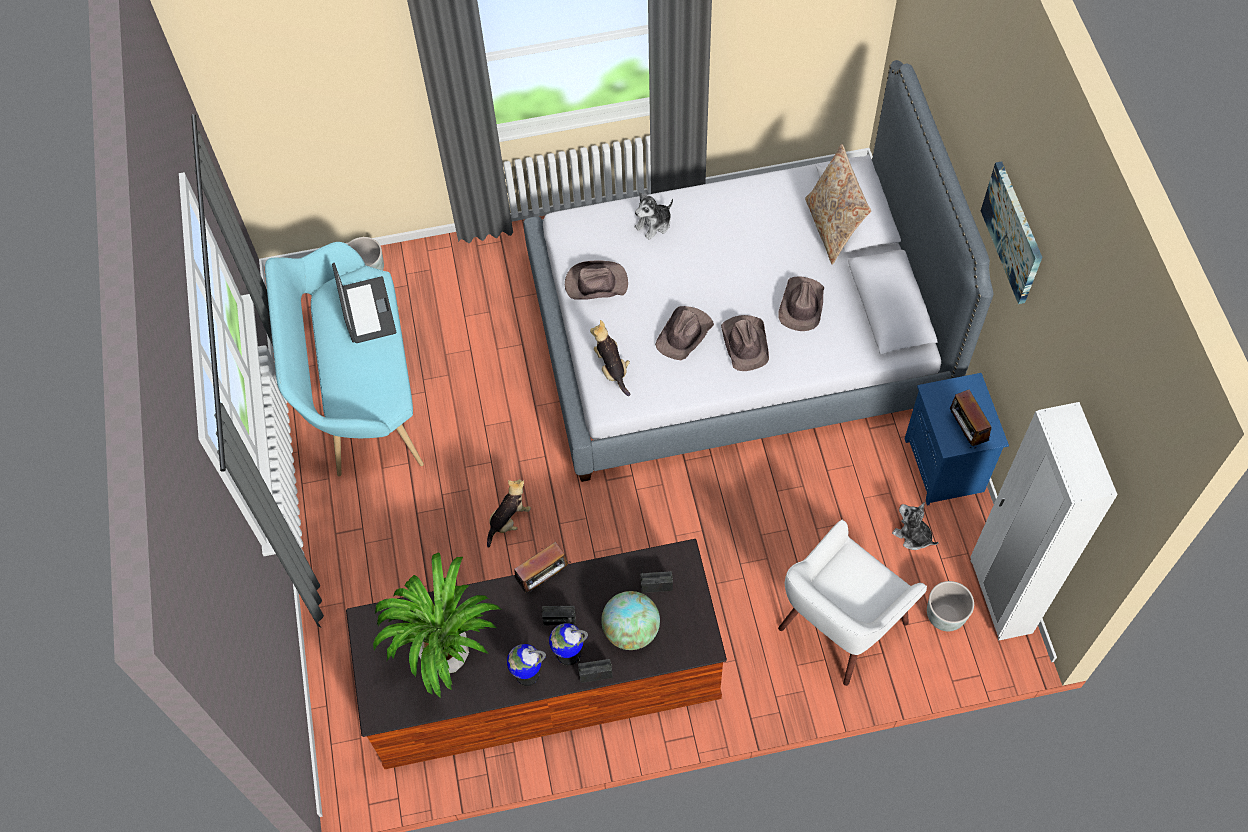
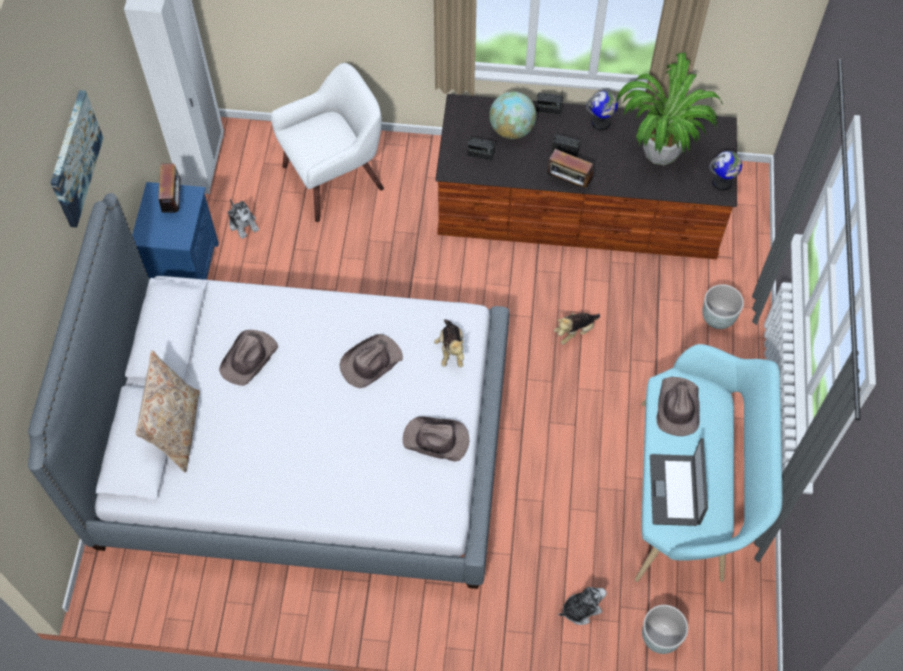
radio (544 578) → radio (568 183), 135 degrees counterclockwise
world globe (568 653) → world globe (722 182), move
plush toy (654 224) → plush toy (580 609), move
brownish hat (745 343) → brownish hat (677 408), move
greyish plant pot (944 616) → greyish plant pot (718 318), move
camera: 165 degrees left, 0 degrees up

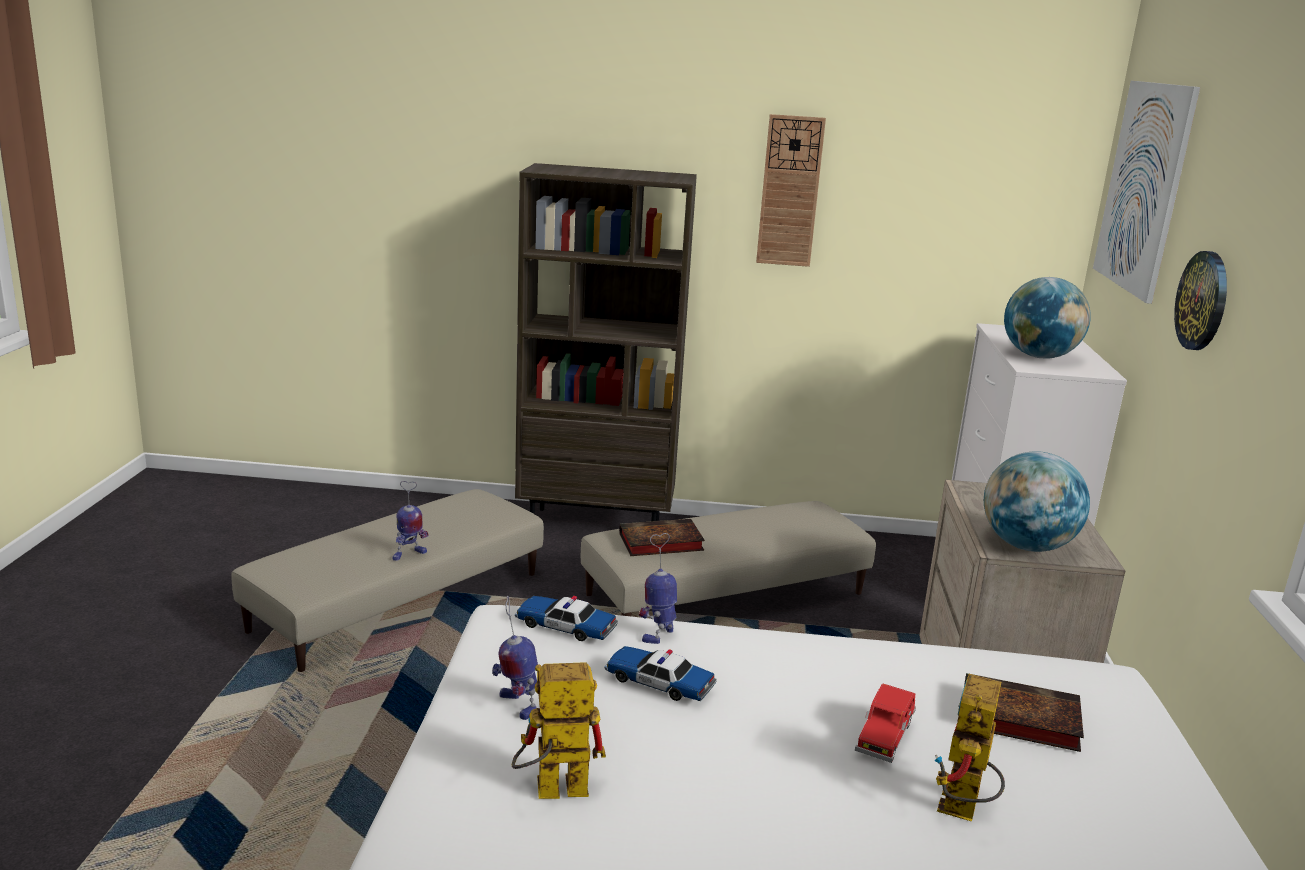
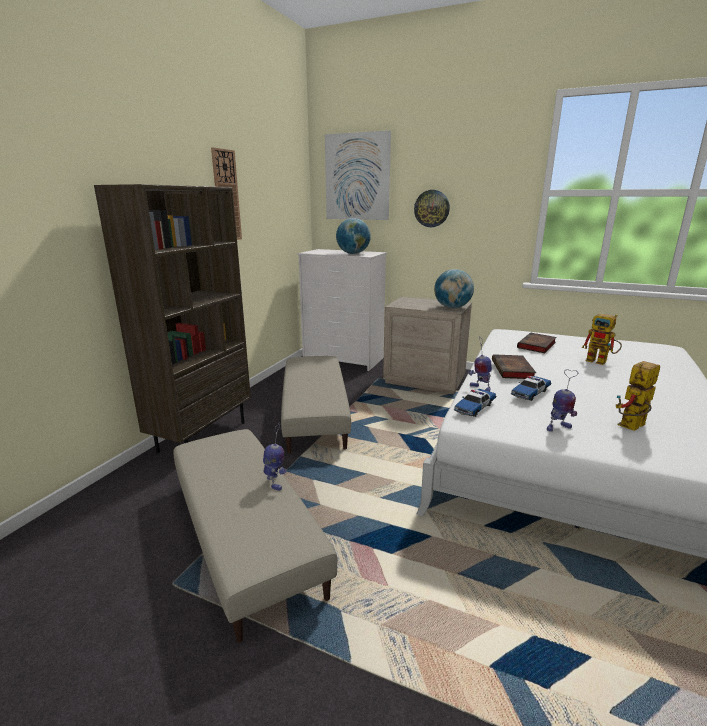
model robot (550 792) → model robot (631 427), 45 degrees clockwise
book (659 543) → book (513 370), move
reddish miniature car (885 737) → -
camera: 70 degrees left, 0 degrees up

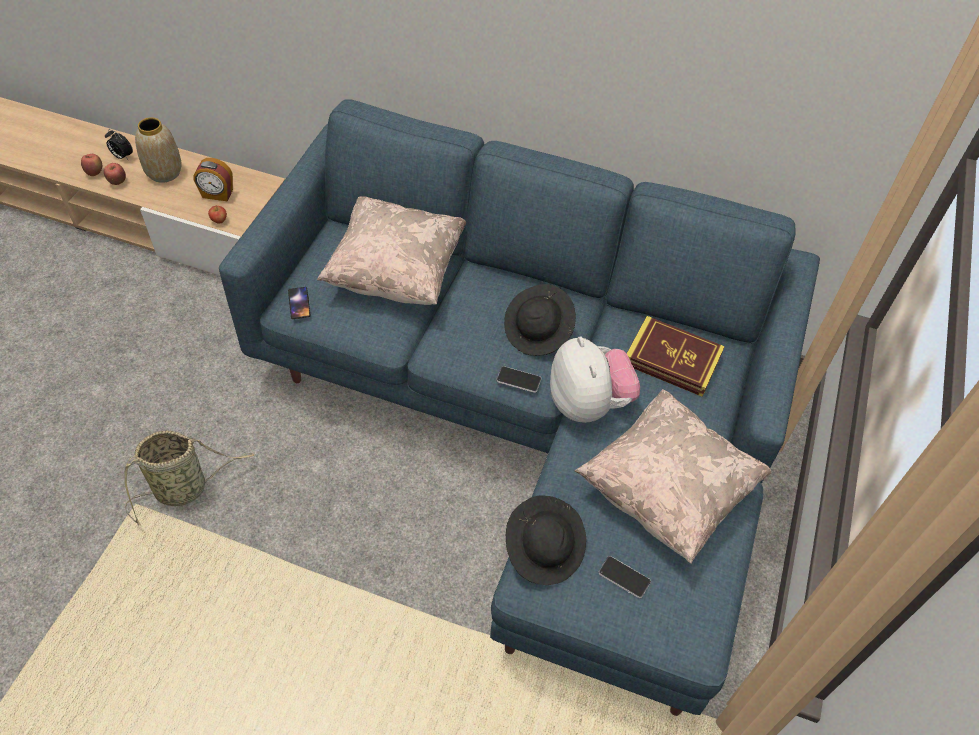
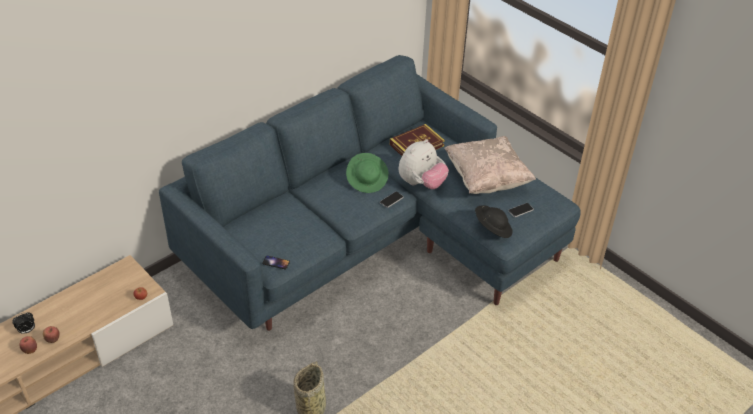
decorative vase (165 172) → -
table clock (217 194) → -
beige throw pillow (396 273) → -
black hat (538 332) → green-coloured hat (367 180)
plush toy (588 404) → plush toy (421 183), 120 degrees clockwise
camera: 60 degrees left, 10 degrees down

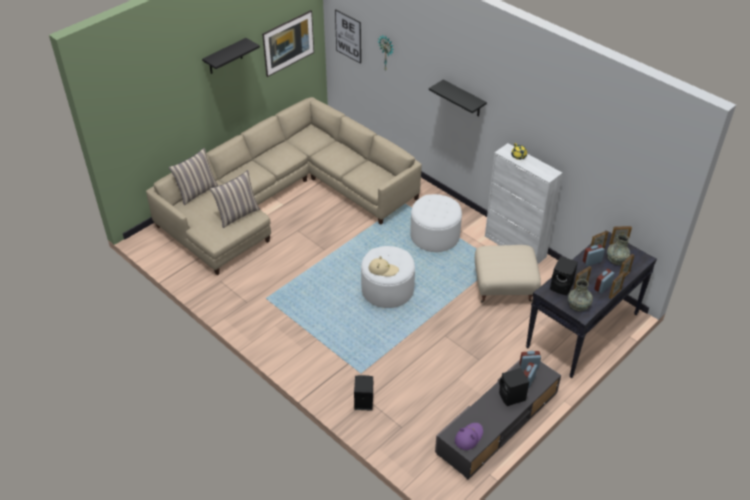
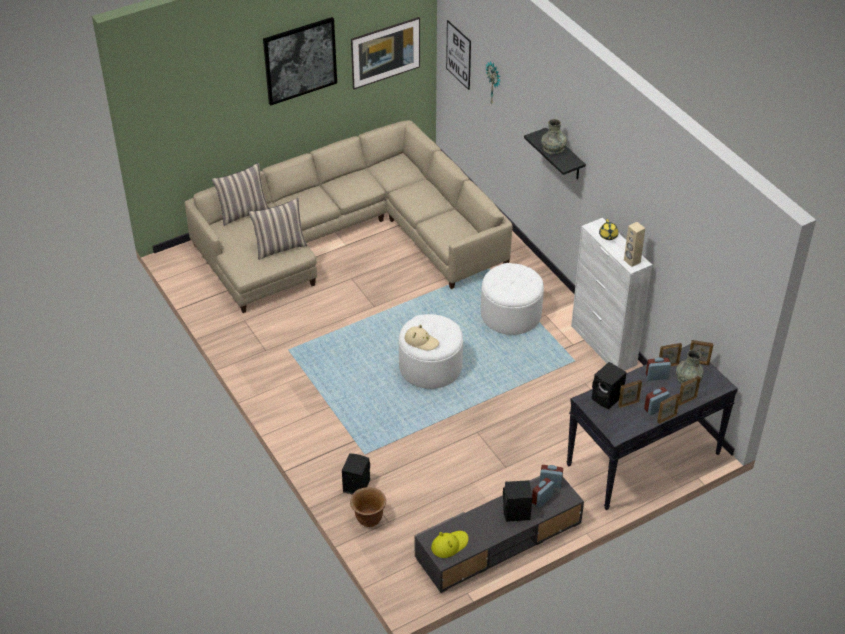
black shelf (225 56) → picture (300 60)
purple-coloured hat (468 437) → yellowish hat (449 545)
beige footrest (503 287) → -
greyish decorative vase (579 304) → greyish decorative vase (553 149), move
- → brownish plant pot (368 519)
- → beige loudspeaker (632 261)
camera: 15 degrees right, 0 degrees up

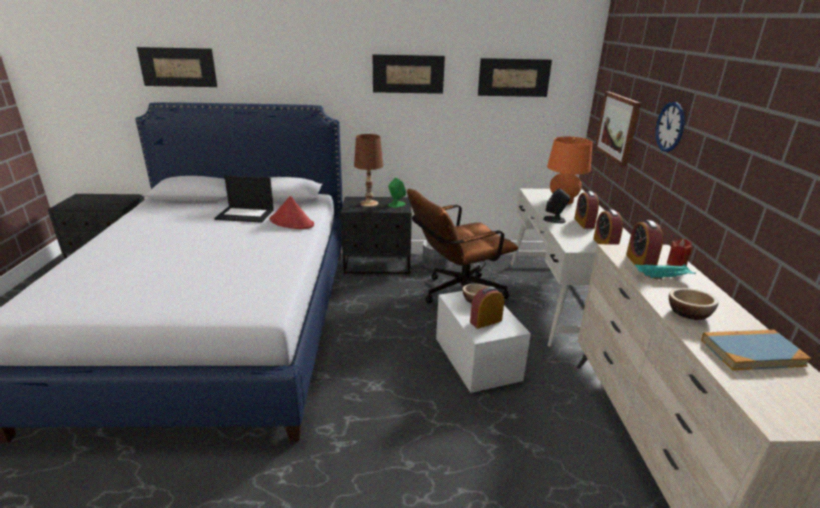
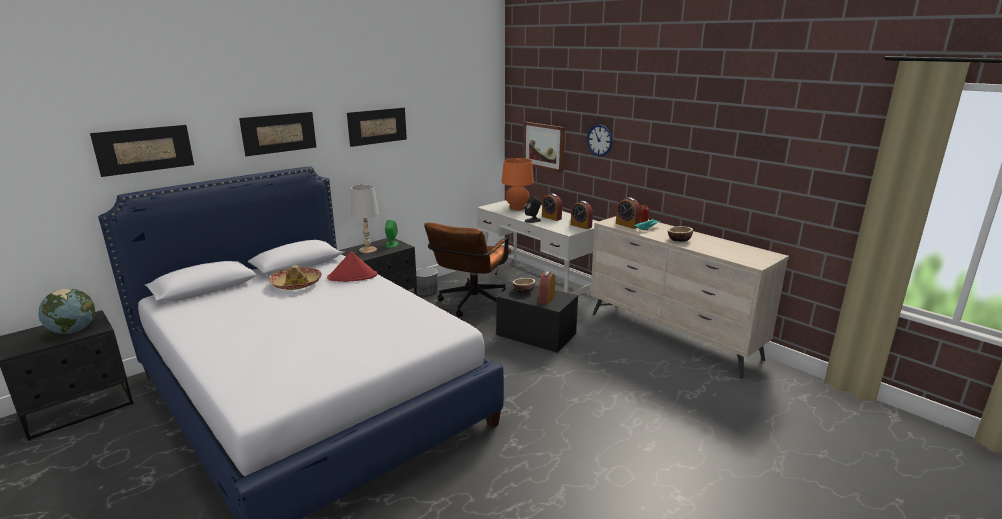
portable computer (246 214) → hat (296 284)
brownish lamp for a table (369 203) → whitish lamp for a table (367 250)
whitish storage box (477 358) → black storage box (536 334)
picture (514 77) → picture (279 133), move
book (751 352) → -
- → world globe (73 331)
camera: 40 degrees left, 5 degrees down

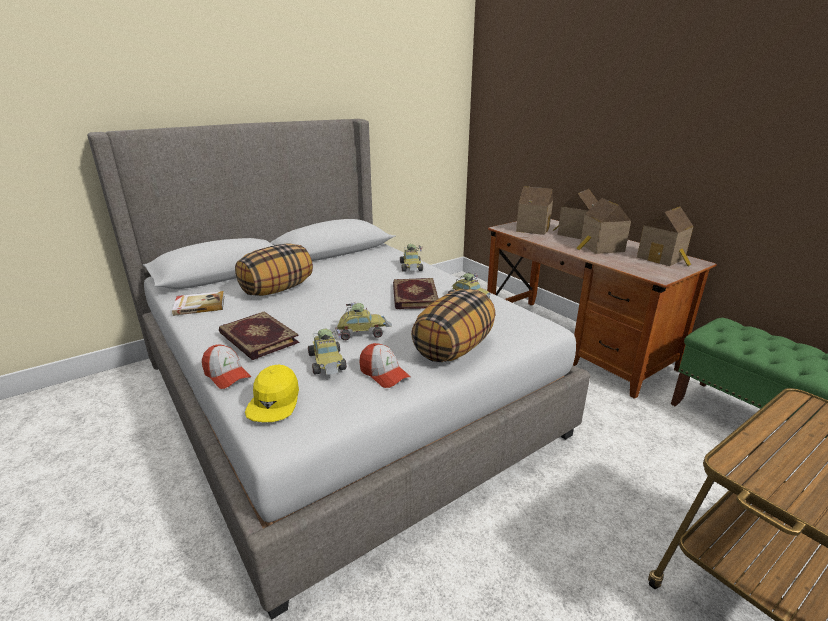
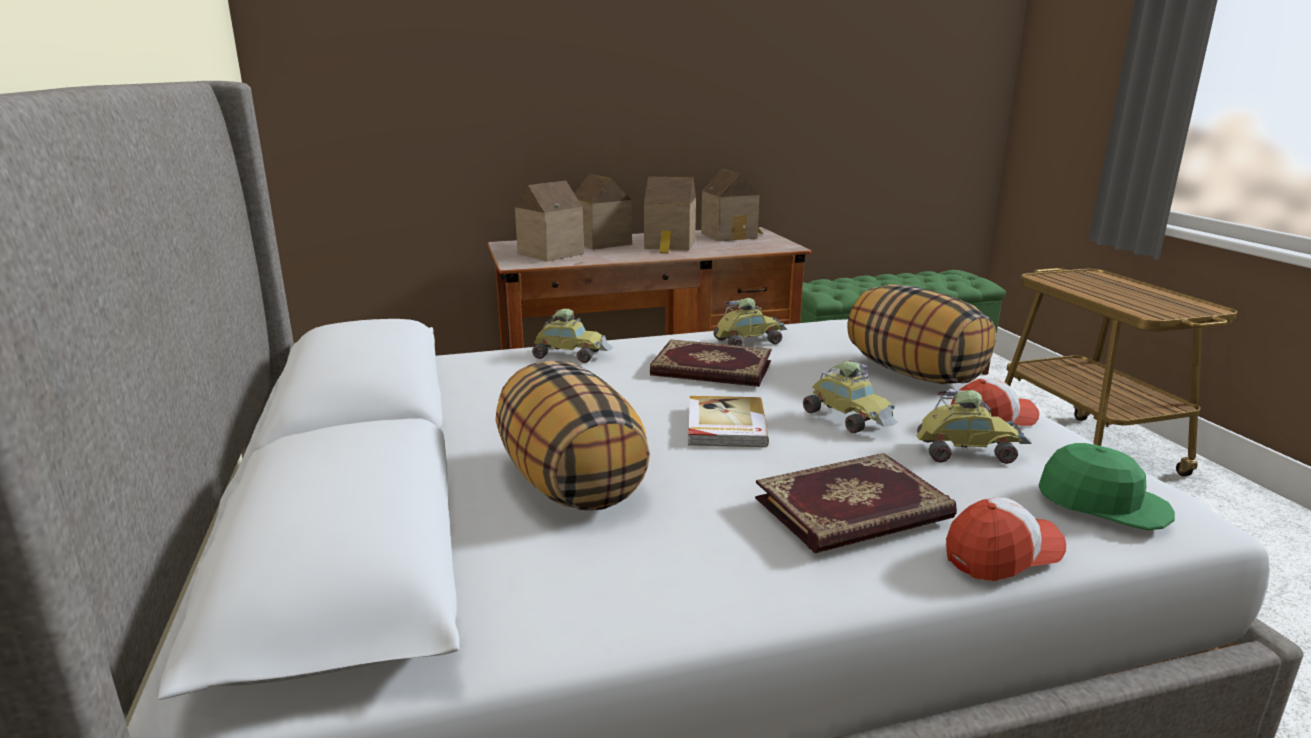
book (199 305) → book (725 425), move
yellowish baseball cap (274 401) → green-coloured baseball cap (1102 502)
miniature car (362 332) → miniature car (849 417), 135 degrees clockwise
camera: 70 degrees left, 5 degrees down

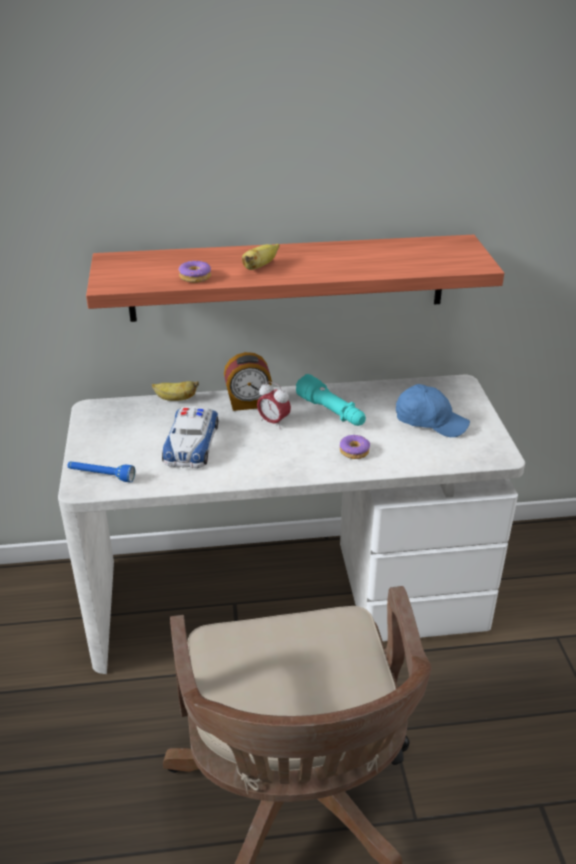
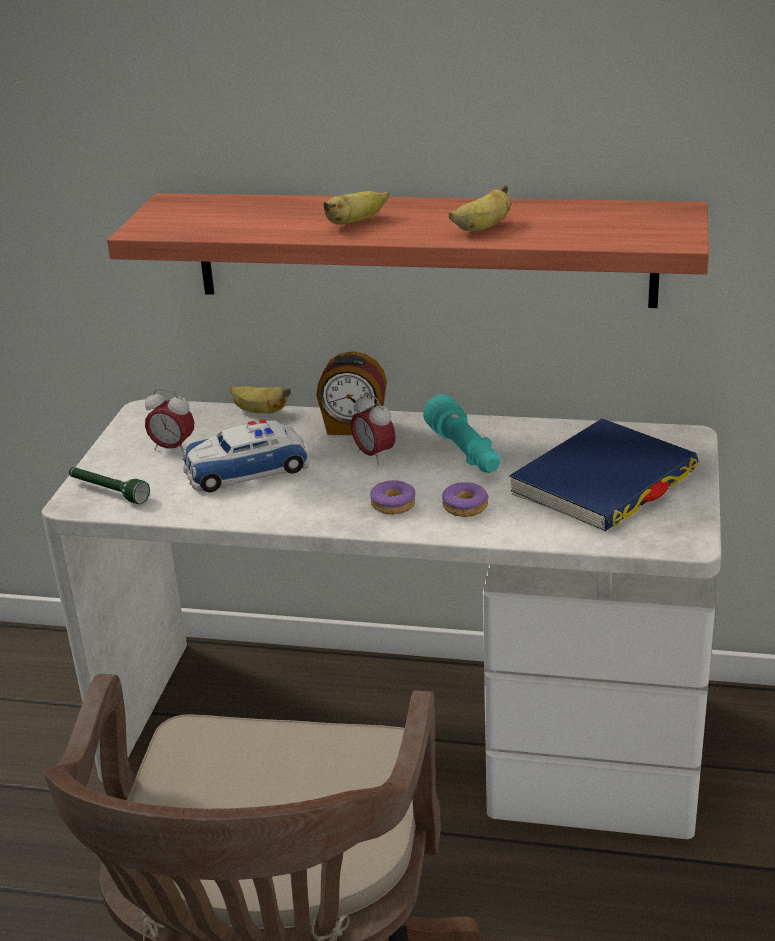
blue torch (101 476) → green-coloured torch (108 492)
miniature car (191 444) → miniature car (246 468), 45 degrees clockwise
ring doughnut (195 277) → ring doughnut (394 505), move
blue baseball cap (430 421) → blue book (604 482)
- → table clock (173 448)
- → banana fruit (482 228)
camera: 20 degrees right, 5 degrees down

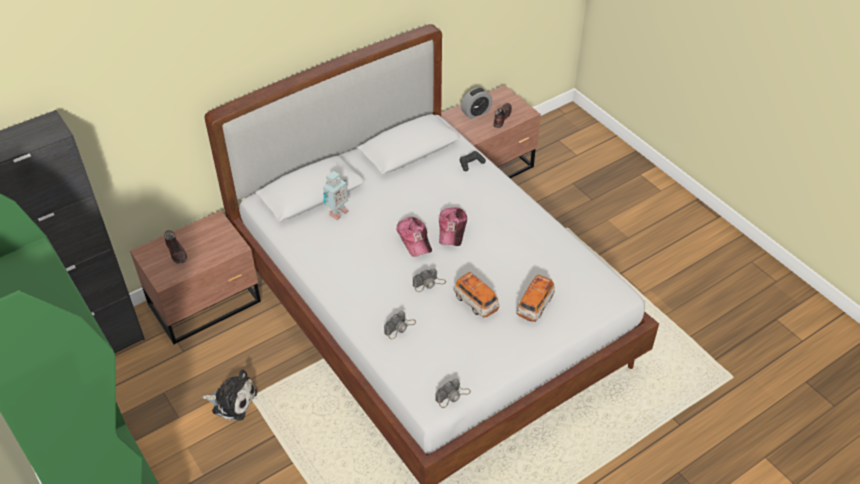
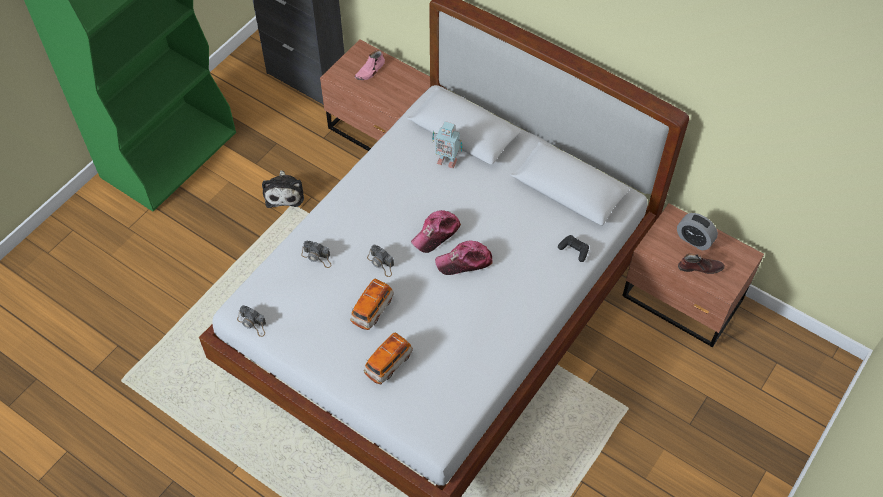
brownish shoe (177 252) → pink-coloured shoe (370 71)
miniature car (535 306) → miniature car (388 363), 60 degrees counterclockwise
camera: 70 degrees right, 10 degrees up

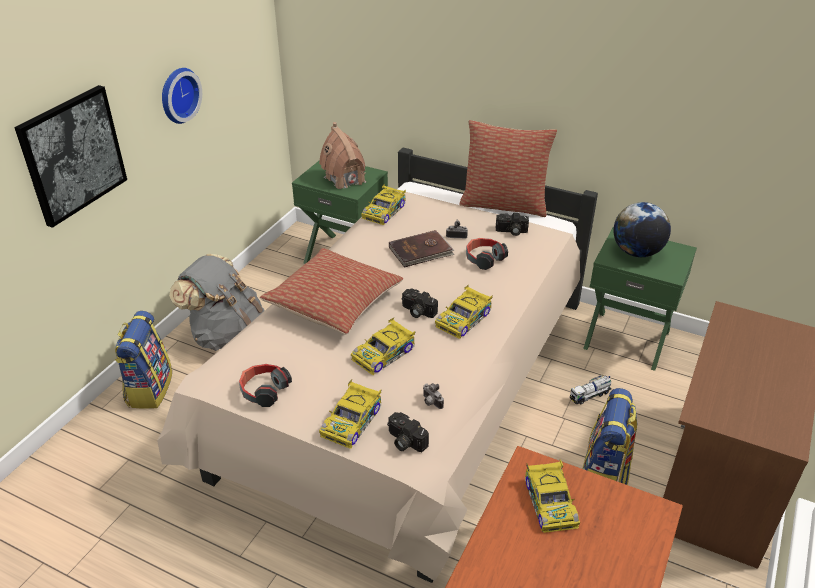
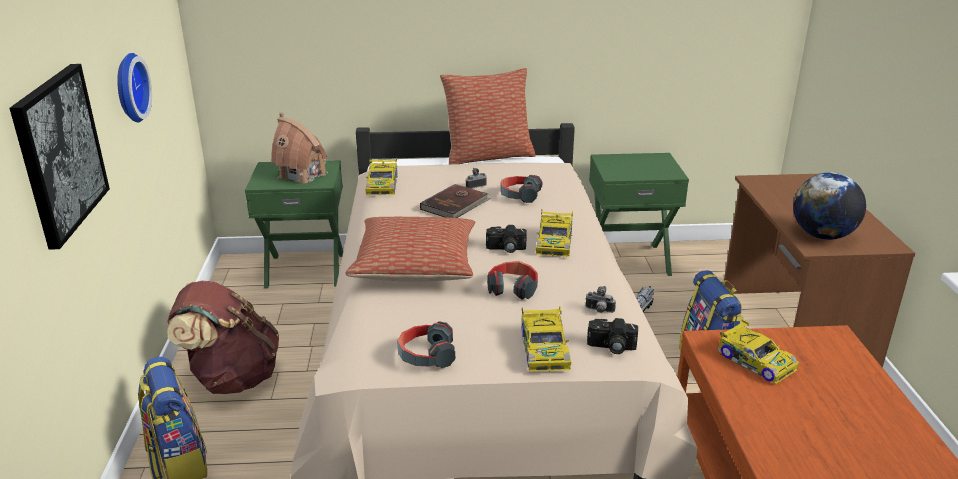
greyish backpack (227 335) → brownish backpack (232 378)
miniature car (384 353) → pair of headphones (513 288)
photo camera (511 231) → -
world globe (636 252) → world globe (822 236), move
camera: 30 degrees left, 10 degrees down

